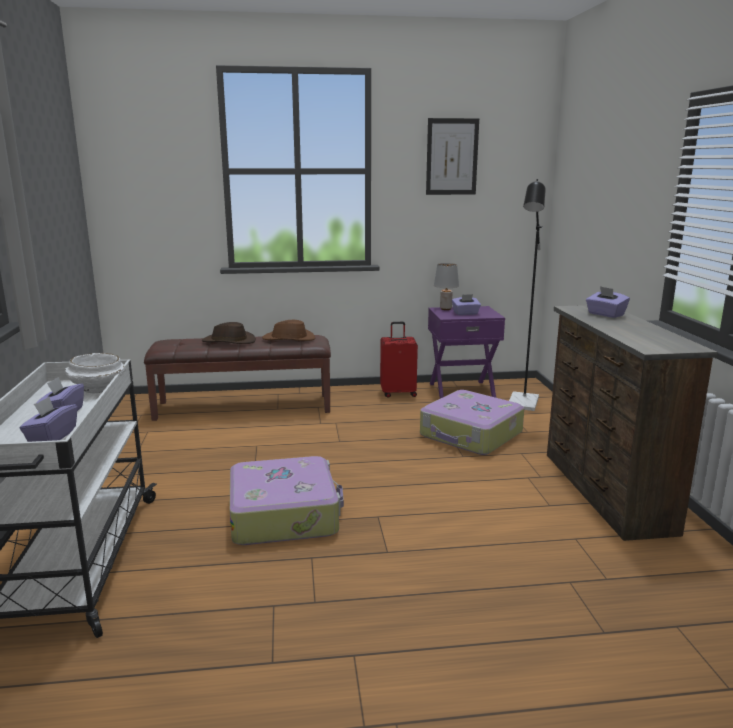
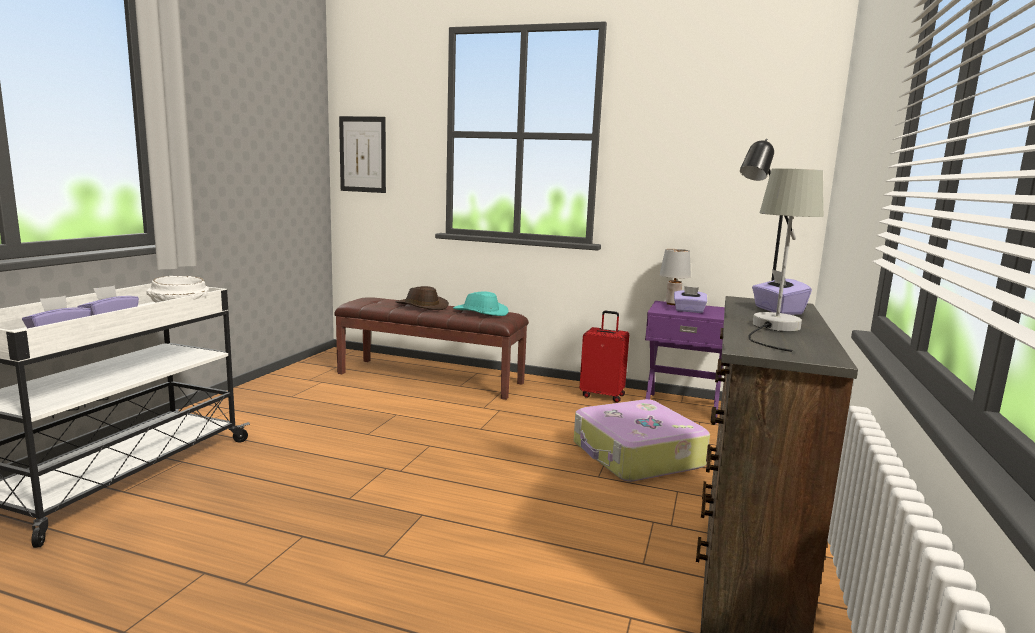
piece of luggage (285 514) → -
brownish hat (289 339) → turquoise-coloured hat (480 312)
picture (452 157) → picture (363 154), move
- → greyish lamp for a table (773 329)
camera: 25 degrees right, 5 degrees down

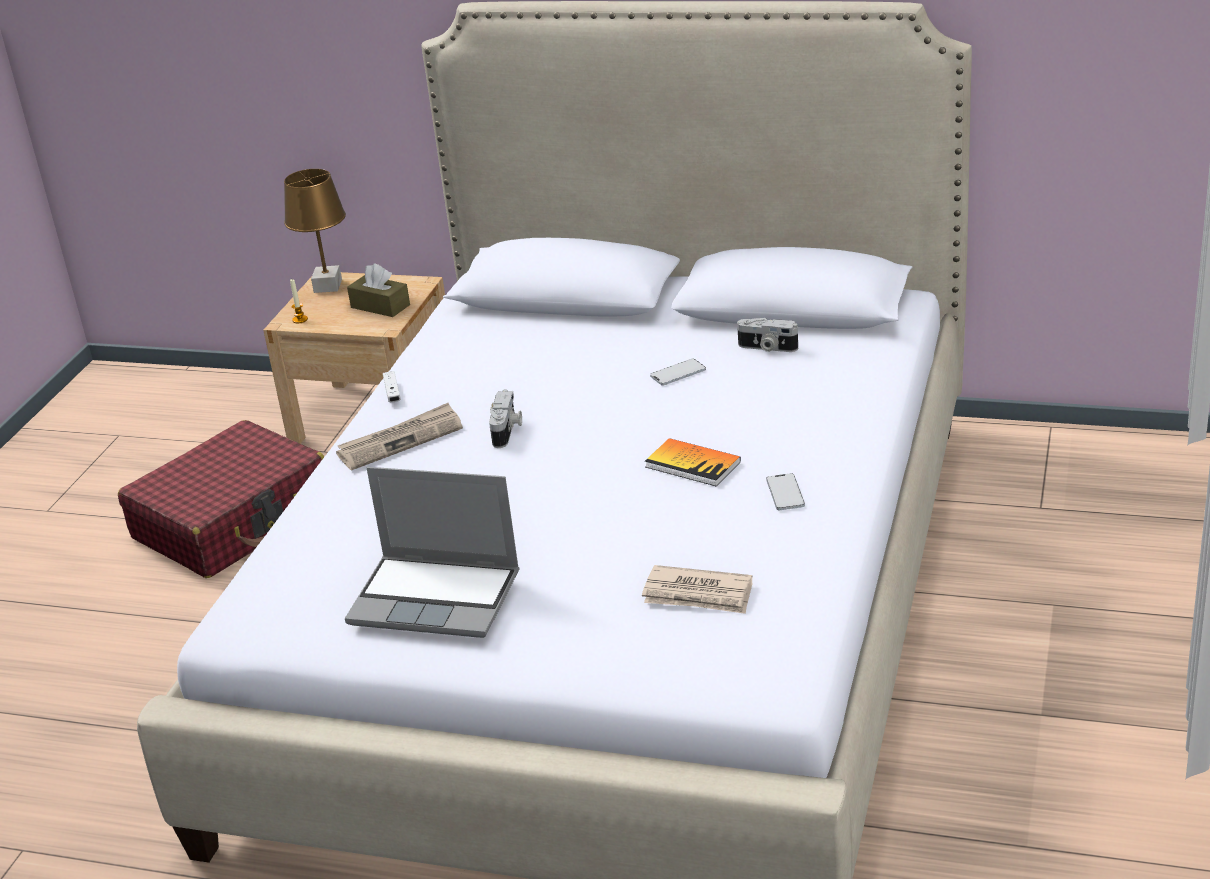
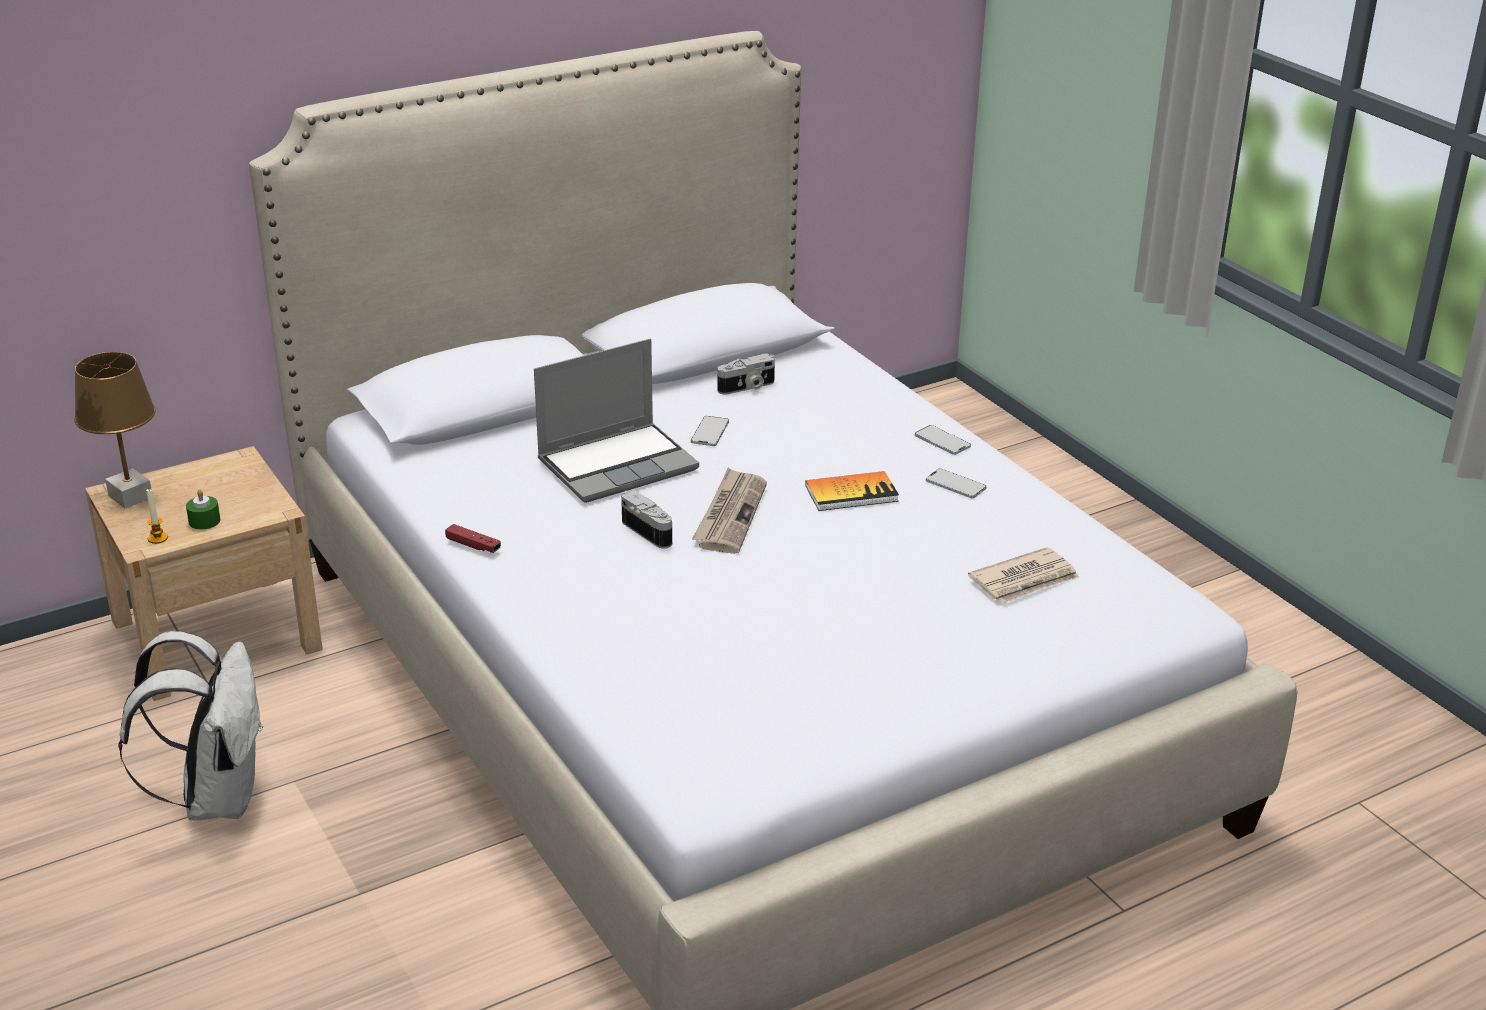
reddish piece of luggage (234 521) → whitish backpack (216 797)
daily paper (400 440) → daily paper (730 514), move
portable computer (438 598) → portable computer (618 464), move
brownish box of tissues (380 306) → -
whitish joypad (392 393) → reddish joypad (473 545)
- → green-coloured candle (204 521)
- → phone (942 441)
camera: 50 degrees left, 0 degrees up

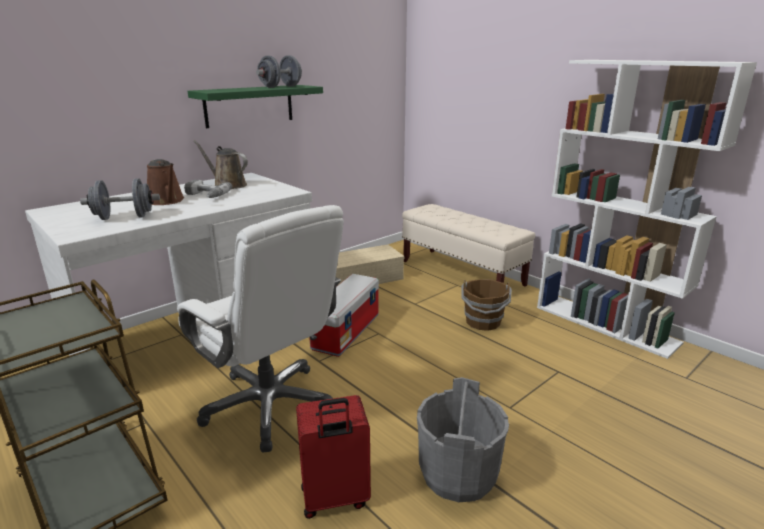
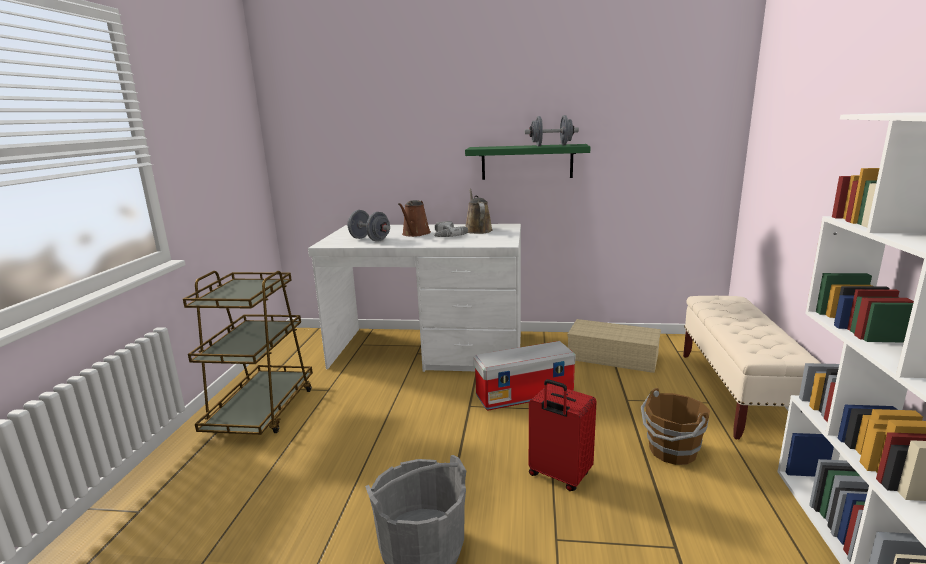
whitish computer chair (270 405) → -
reddish piece of luggage (334 499) → reddish piece of luggage (558 476), move
camera: 50 degrees right, 5 degrees down

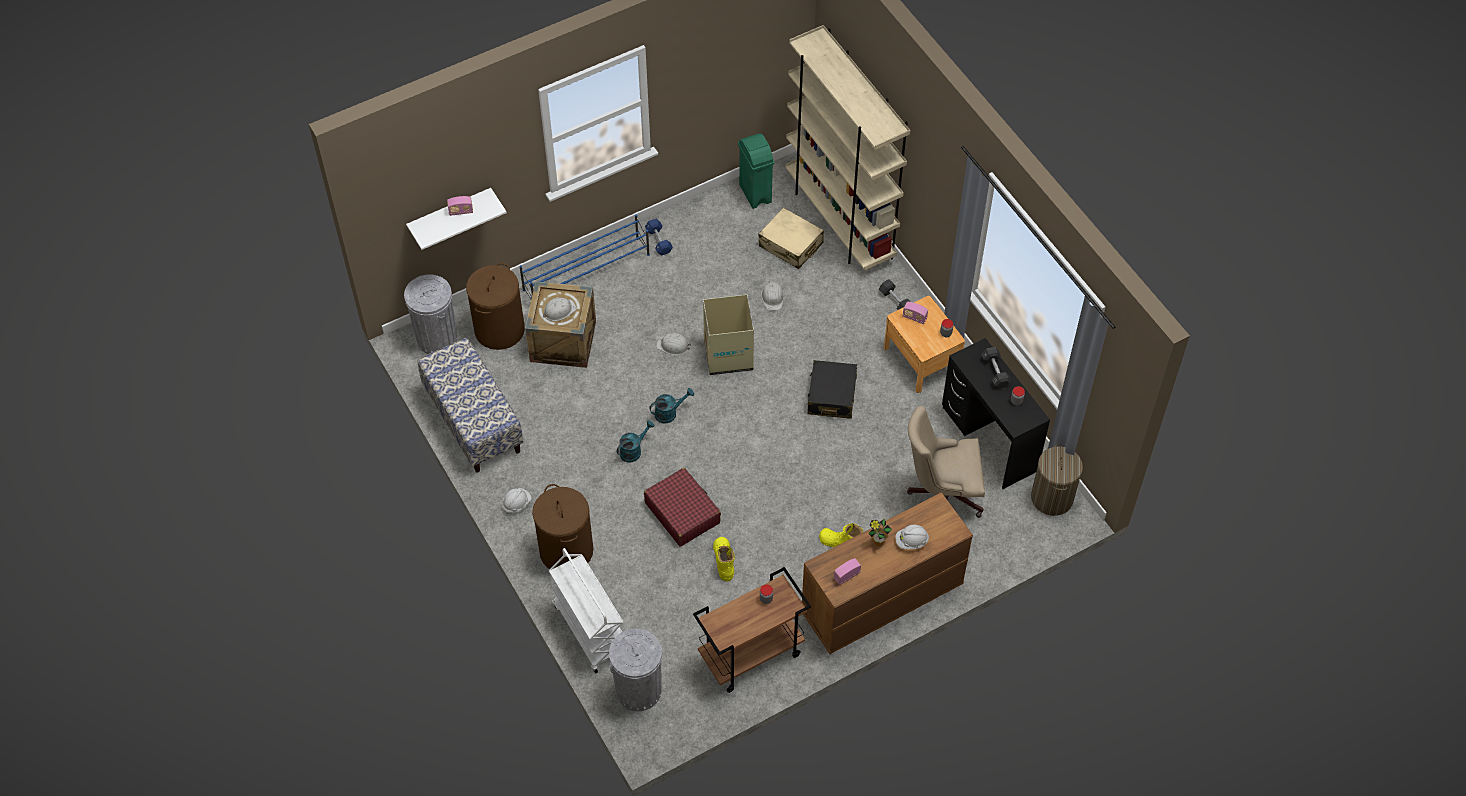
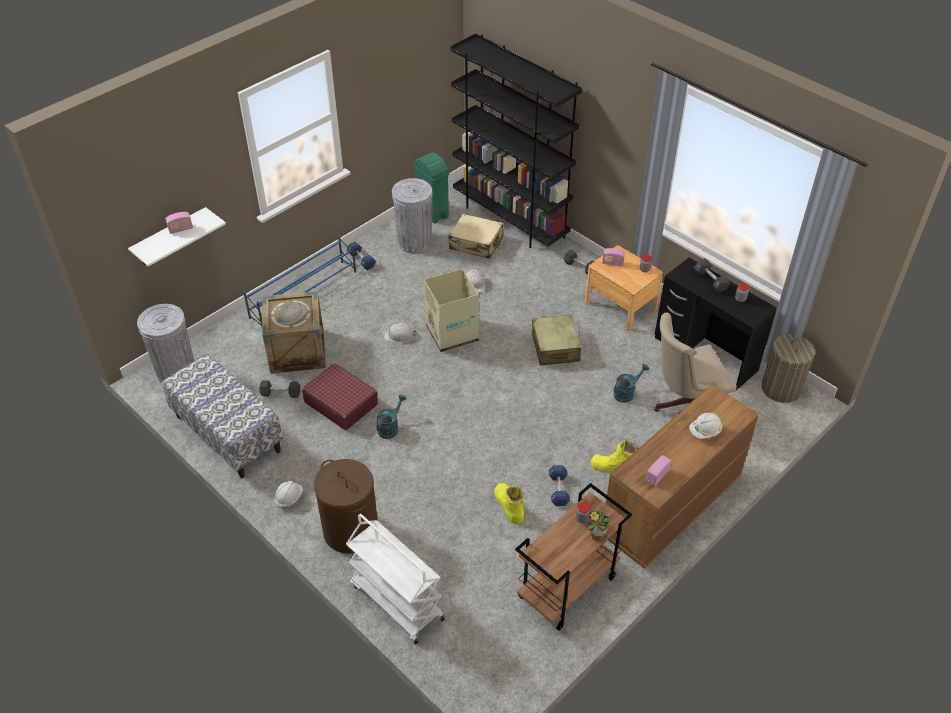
brownish laundry basket (499 329) → -
greyish waste bin (638 690) → greyish waste bin (414 242), move
reddish piece of luggage (682 512) → reddish piece of luggage (341 403), move
turquoise-coloured watering can (669 413) → turquoise-coloured watering can (626 392), move
beige bookshelf (840 220) → black bookshelf (510 219)
black piece of luggage (831 396) → beige piece of luggage (555 347)
houseplant (878 542) → houseplant (596 536), move
- → black hand weight (280 393)
- → blue hand weight (558 490)
camera: 15 degrees left, 10 degrees down

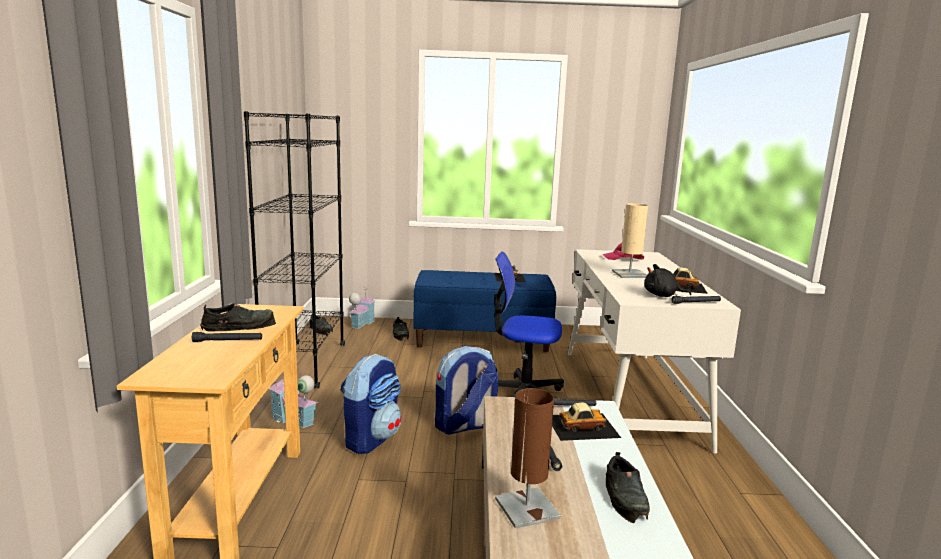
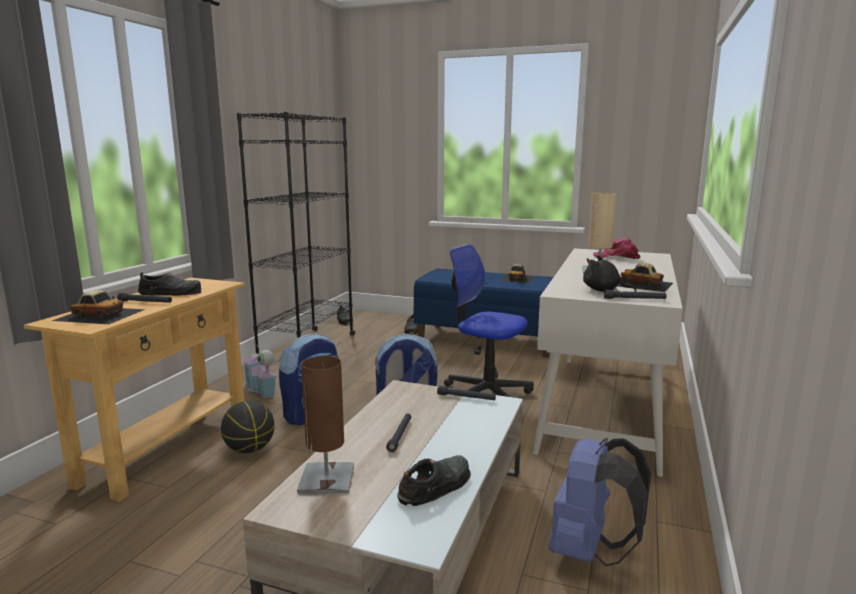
toy house (361 323) → -
miniature car (581 426) → miniature car (99 314), move
black shoe (625 497) → black shoe (436 486), 150 degrees counterclockwise
- → ball for basketball (250 449)
- → blue backpack (589 551)
camera: 20 degrees right, 0 degrees up

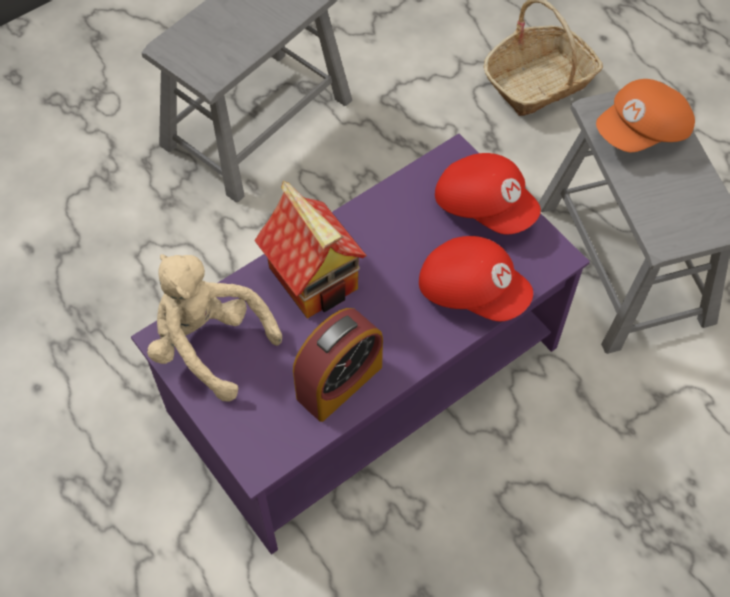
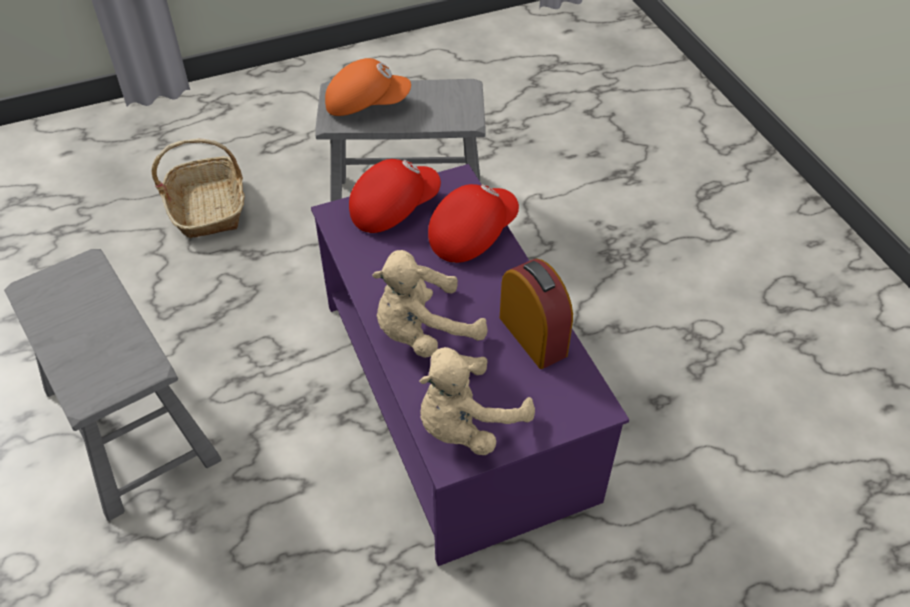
toy house (315 278) → beige plush toy (423 332)
orange baseball cap (643 132) → orange baseball cap (366 104), 75 degrees counterclockwise
camera: 75 degrees left, 10 degrees down

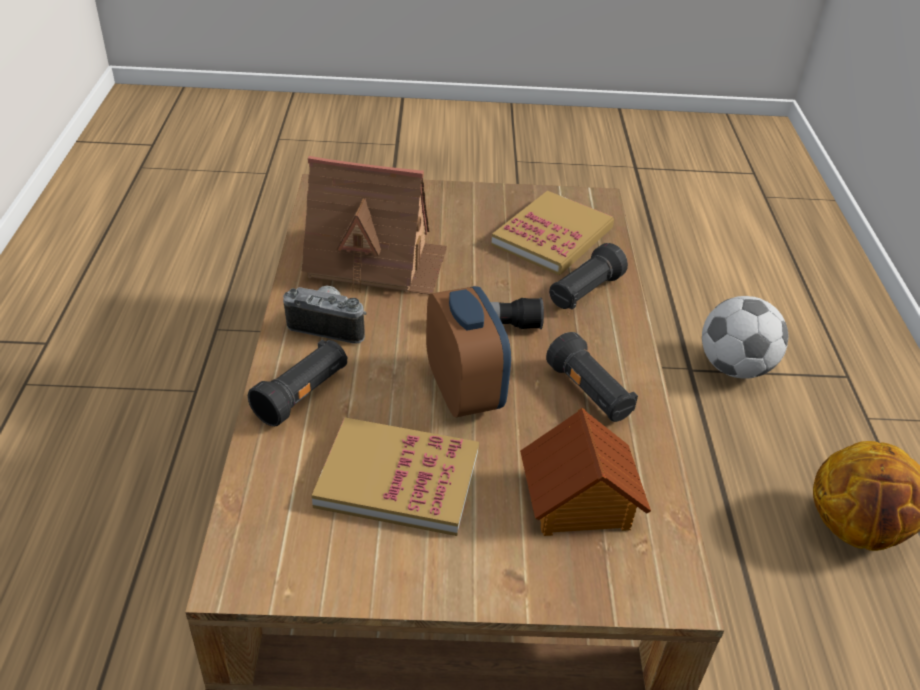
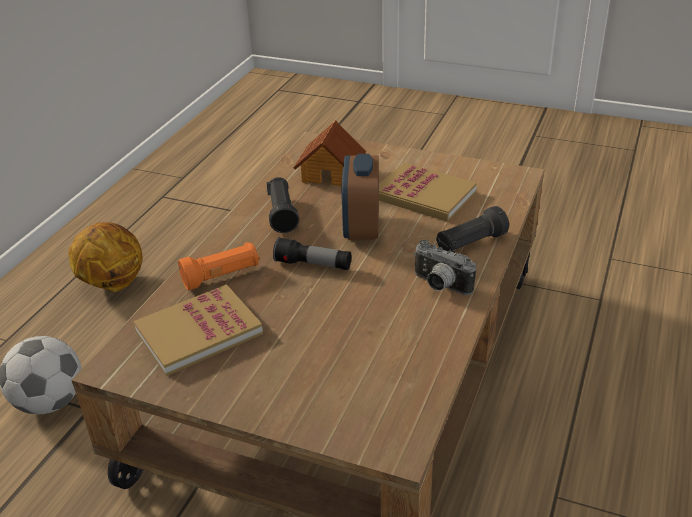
toy house (375 262) → -
black torch (584 292) → orange torch (222 276)
camera: 155 degrees left, 5 degrees down

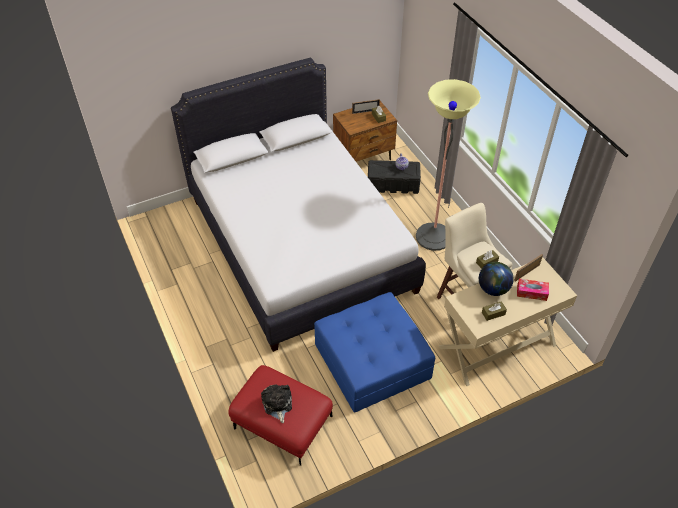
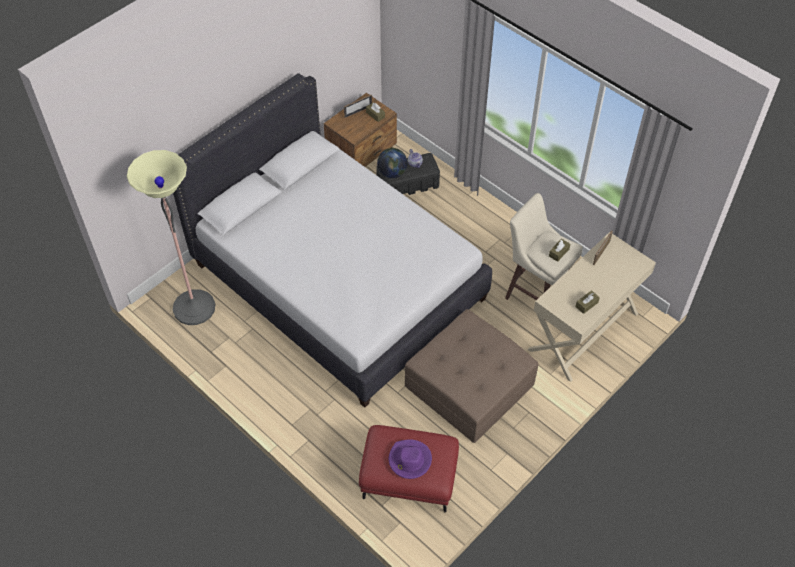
plush toy (277 404) → purple-coloured hat (409 460)
blue footrest (373 360) → brownish footrest (470 384)
standing lamp (433 237) → standing lamp (194 307), move
world globe (493 289) → world globe (392 173), move
box of tissues (531 292) → -
camera: 20 degrees left, 5 degrees up

